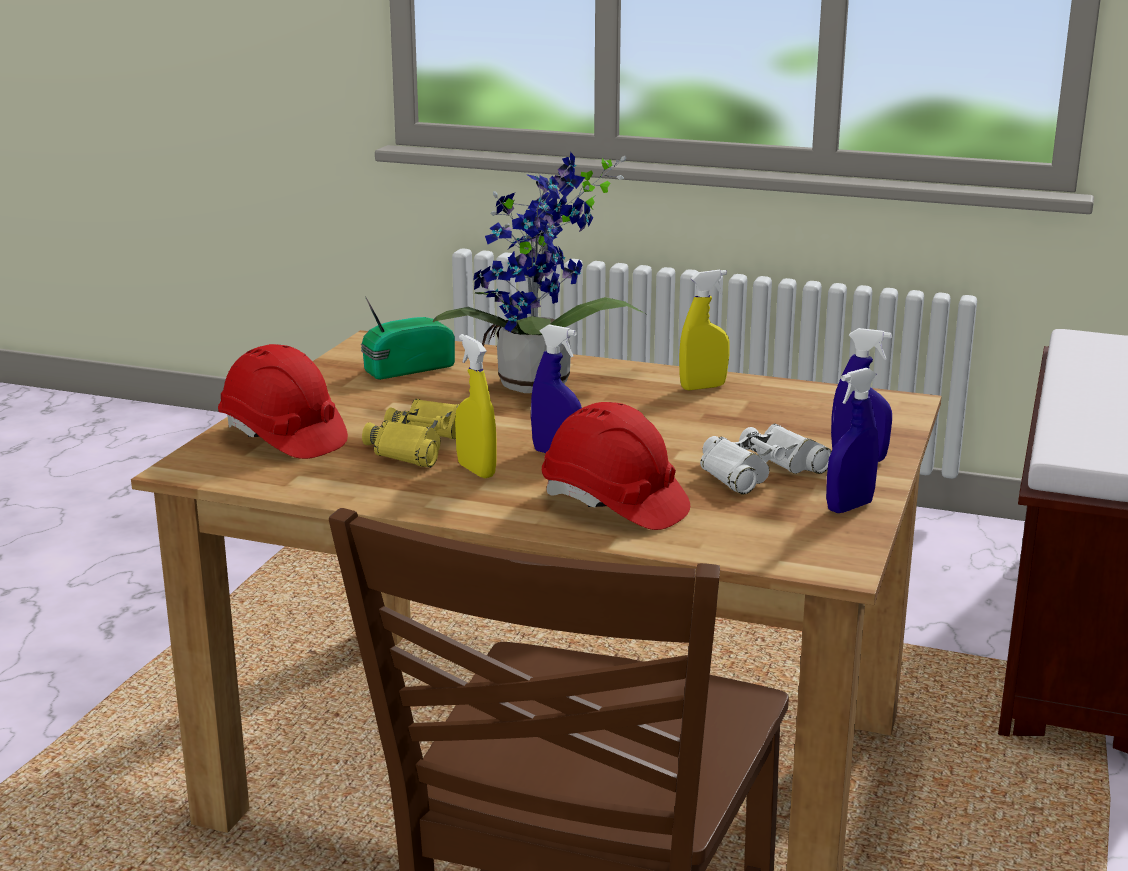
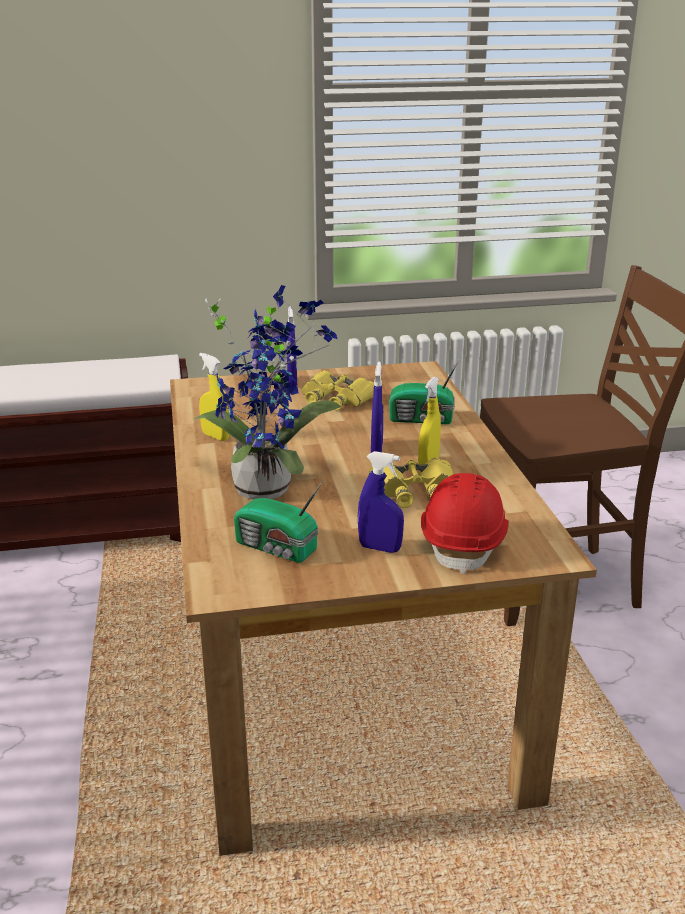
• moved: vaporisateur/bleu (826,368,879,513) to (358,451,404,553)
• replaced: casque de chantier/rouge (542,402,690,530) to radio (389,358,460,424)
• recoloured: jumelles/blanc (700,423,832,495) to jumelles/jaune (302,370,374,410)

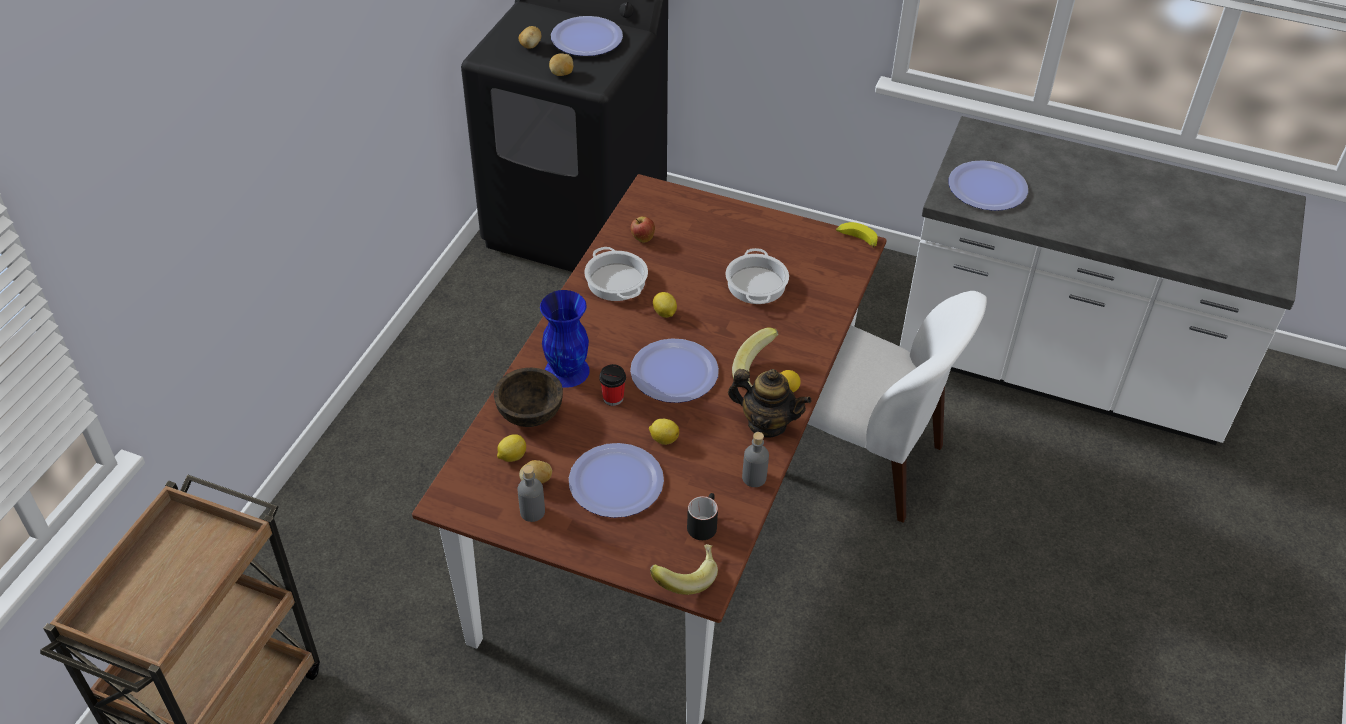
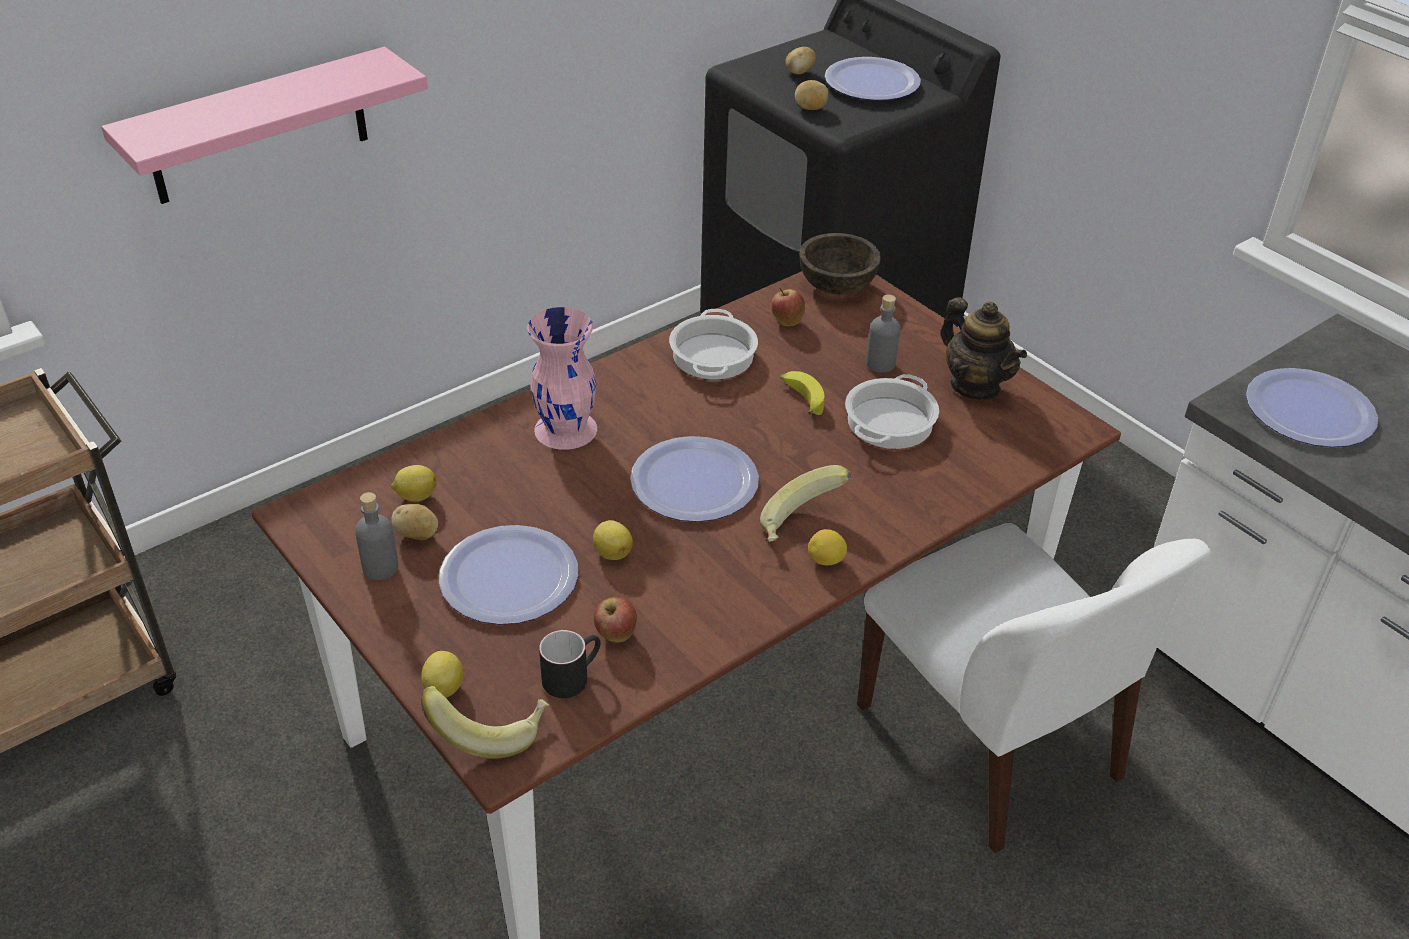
• moved: banane (836,222,878,248) to (780,371,825,415)
• recoloured: vase/bleu (540,290,590,388) to vase/rose (527,307,597,450)
• moved: citron (653,292,677,318) to (421,651,464,697)
• removed: tasse (599,364,626,406)
• moved: bol/marron (494,368,563,427) to (799,233,881,295)
• moved: théière (728,369,812,438) to (941,297,1027,400)
• moved: bouteille/gris (742,432,769,487) to (866,294,901,373)
• added: étagère/rose (101,47,428,204)
• added: pomme (594,597,637,643)

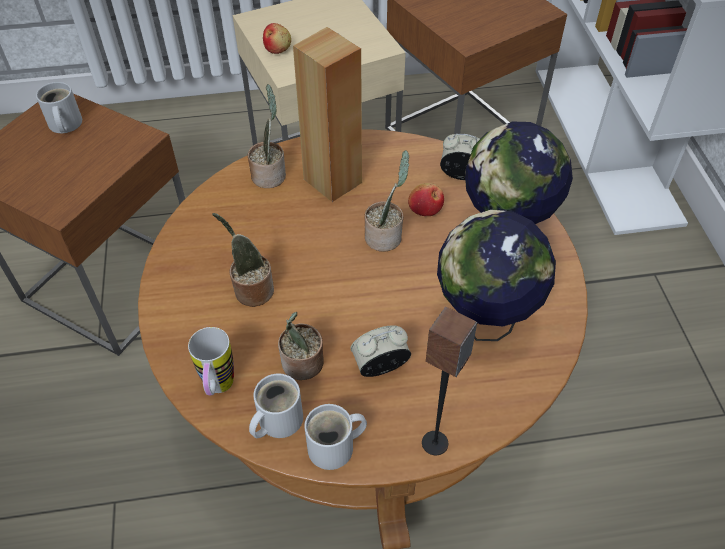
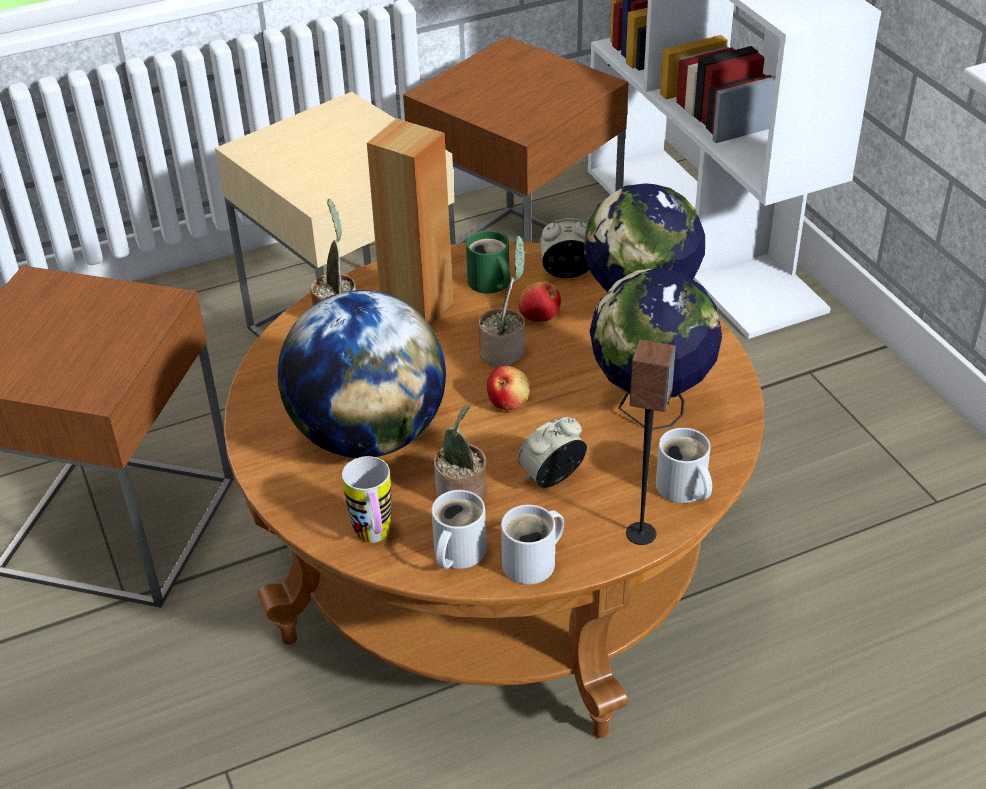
• moved: pomme (263,23,291,54) to (487,365,530,410)
• moved: mug/blanc (36,82,82,133) to (656,428,712,503)
• replaced: plante en pot (212,213,274,307) to globe (278,290,446,458)
• added: mug/vert (466,230,510,294)

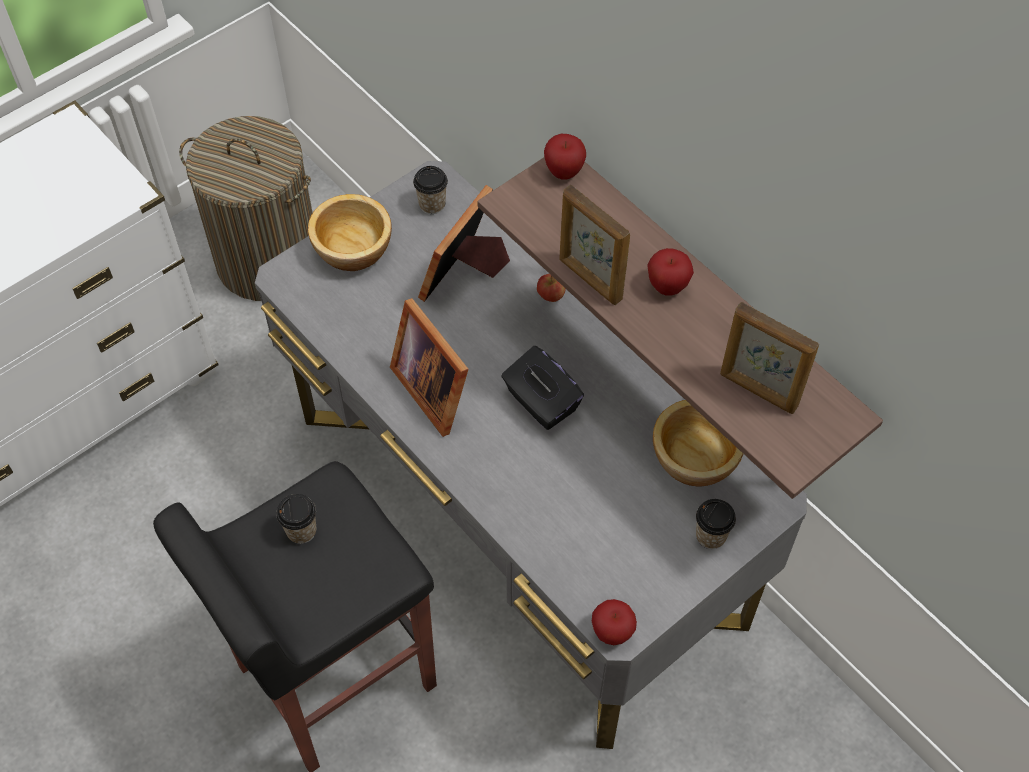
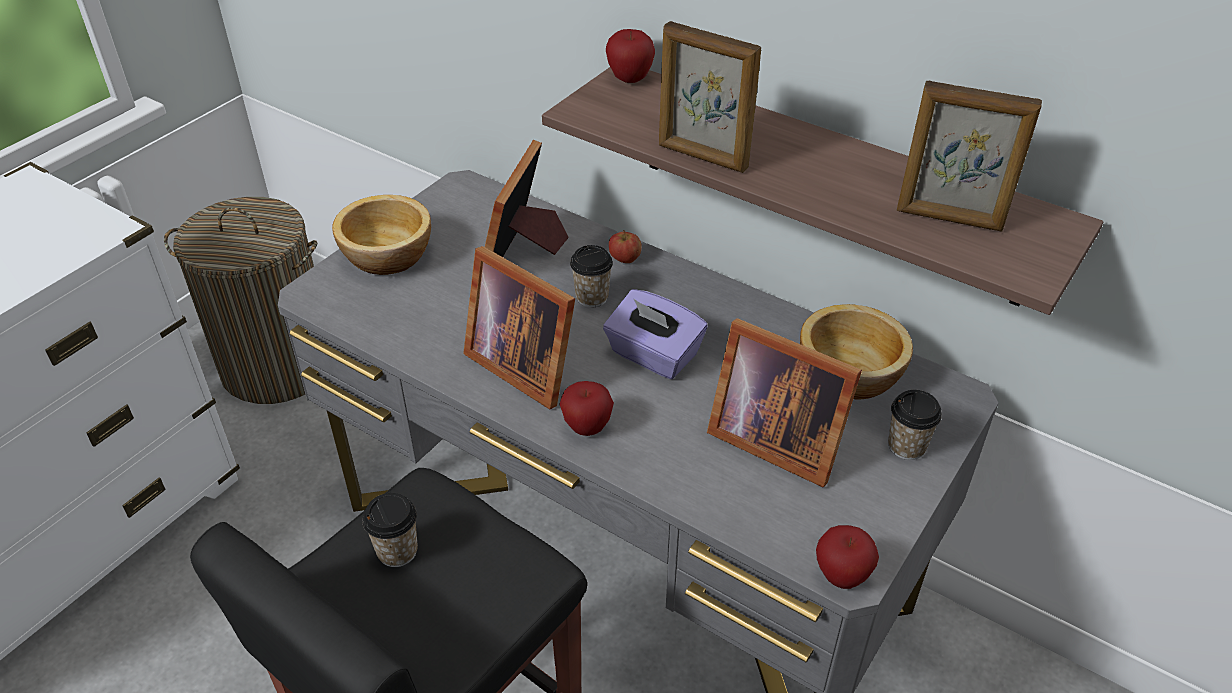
• moved: tasse (413,166,448,214) to (570,245,613,307)
• moved: pomme (647,248,694,296) to (559,381,614,436)
• recoloured: boîte à mouchoirs/noir (501,346,584,430) to boîte à mouchoirs/violet (603,289,708,379)
• added: cadre photo (707,318,862,487)

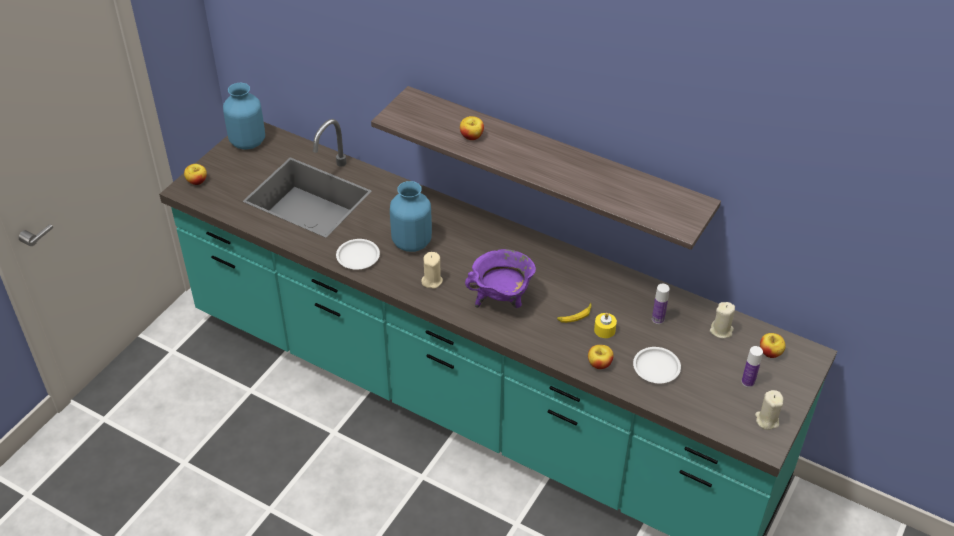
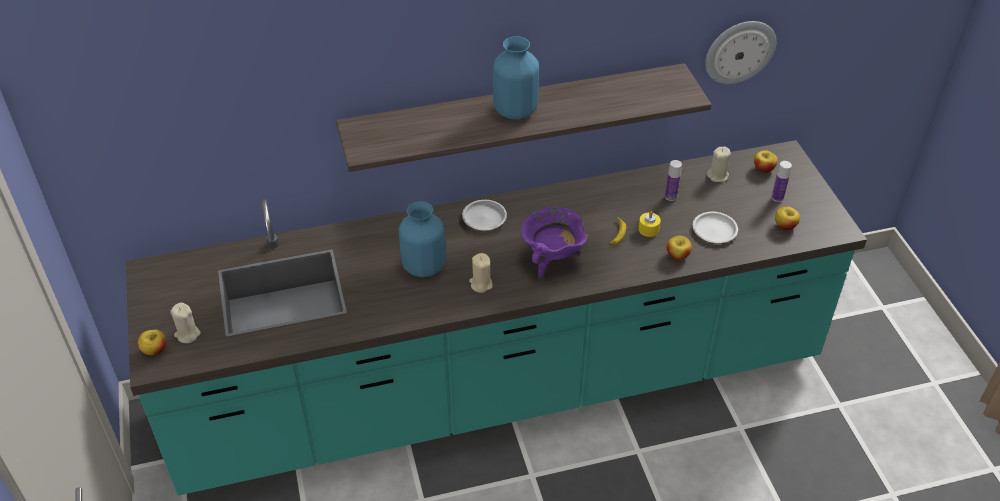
• moved: vase/bleu (223,83,265,150) to (493,36,539,119)
• moved: pomme (460,116,484,140) to (775,206,800,230)
• moved: assiette/blanc (336,239,380,270) to (462,200,507,230)
• moved: bougie/beige (755,390,784,430) to (171,303,201,343)
• added: horloge murale (705,21,776,84)

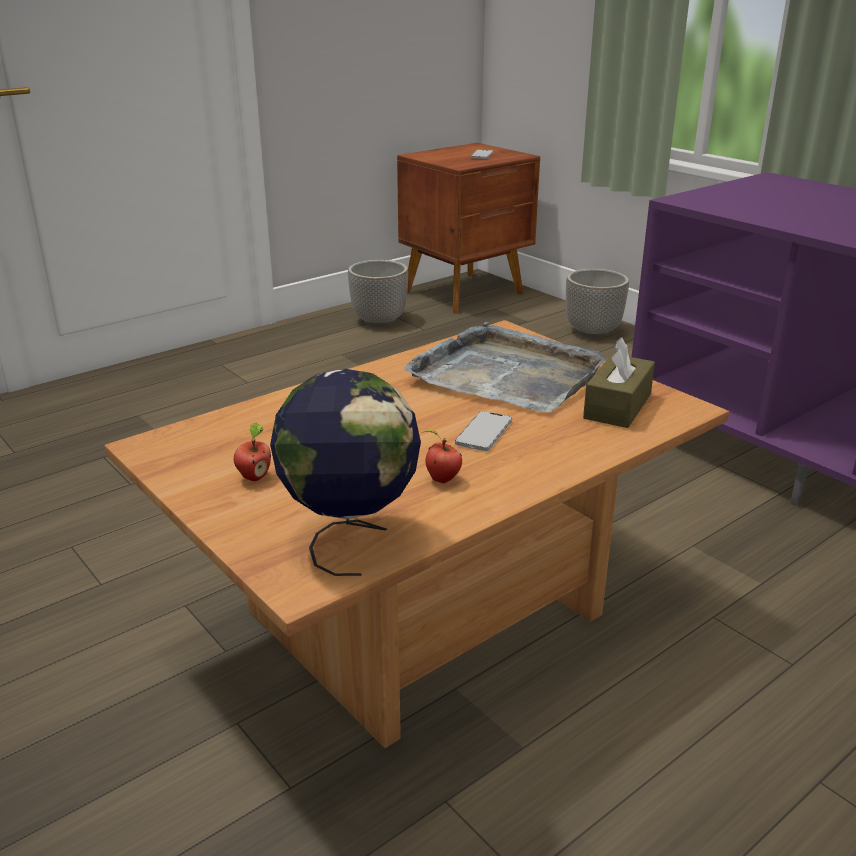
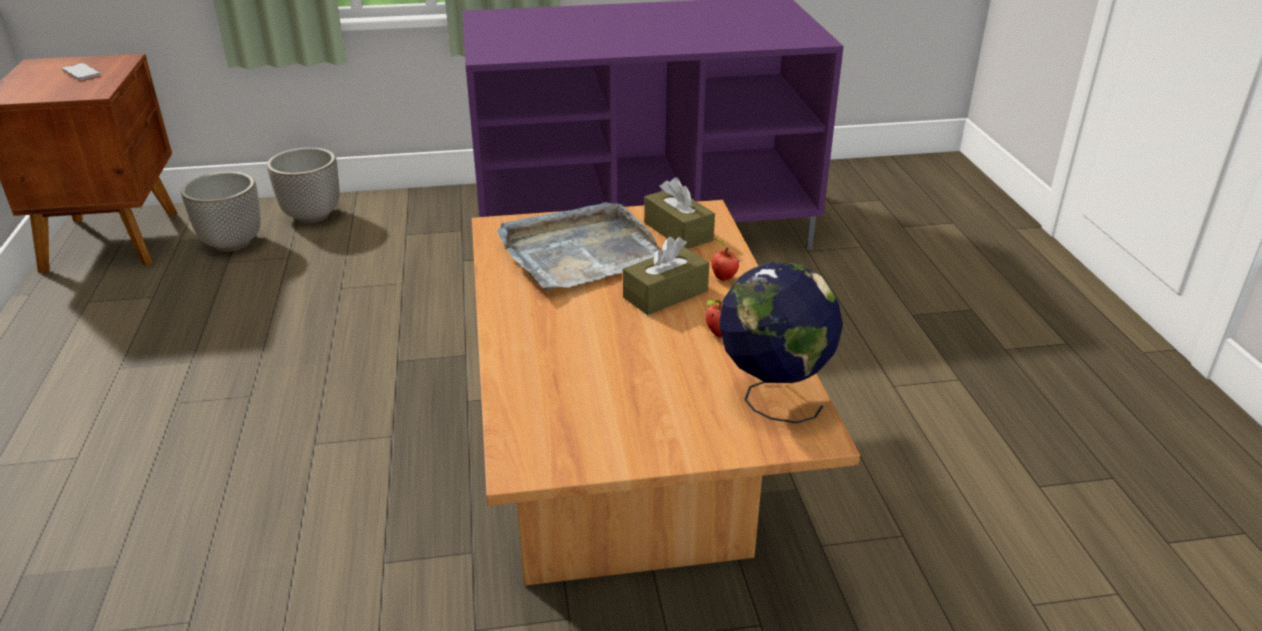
• moved: cache-pot (348,260,408,327) to (181,171,261,252)
• replaced: téléphone (455,411,512,451) to boîte à mouchoirs/marron (623,237,709,315)
• moved: pomme (234,423,271,481) to (711,239,739,281)

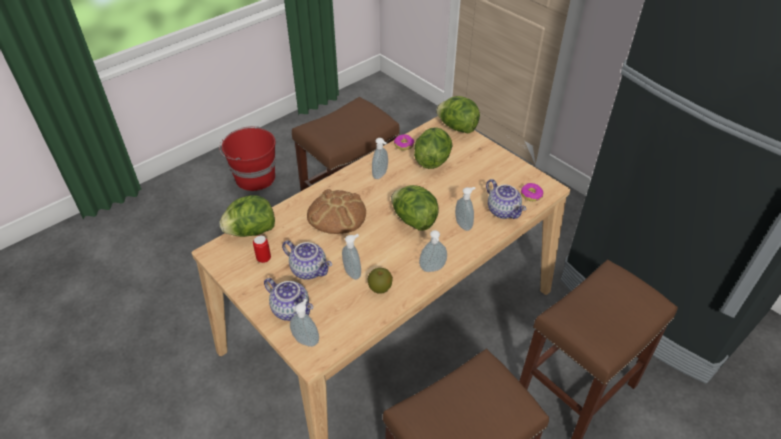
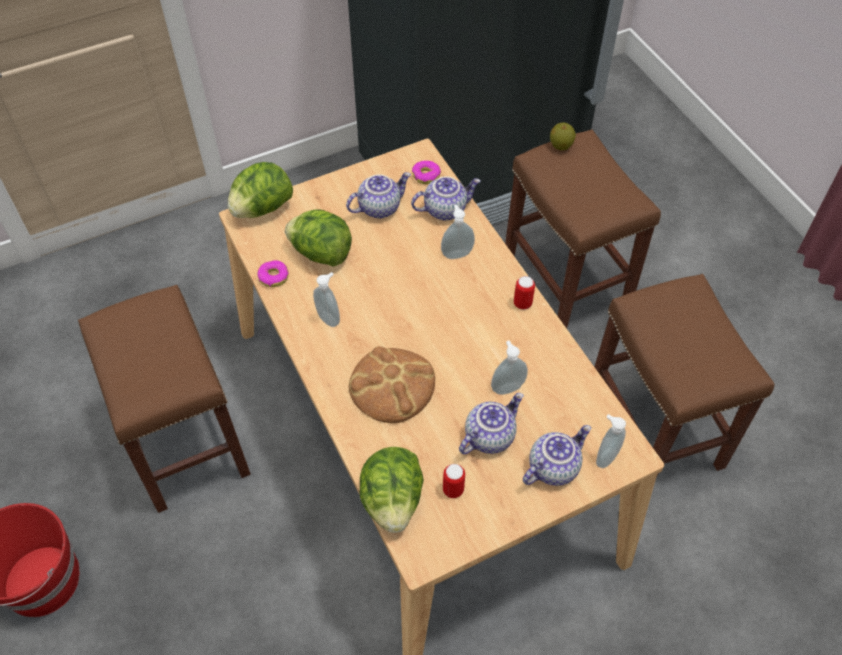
• removed: laitue (391,185,439,231)
• replaced: distributeur de savon (419,230,447,272) to boîte métallique (514,276,535,310)
• moved: pomme (367,268,393,294) to (550,123,576,150)
• added: théière (346,172,411,218)

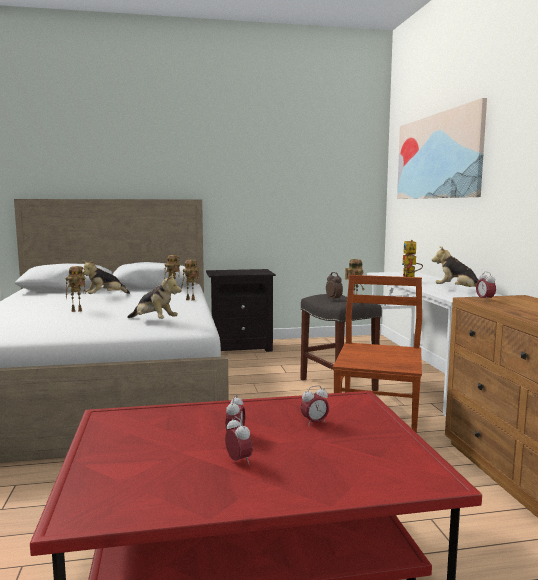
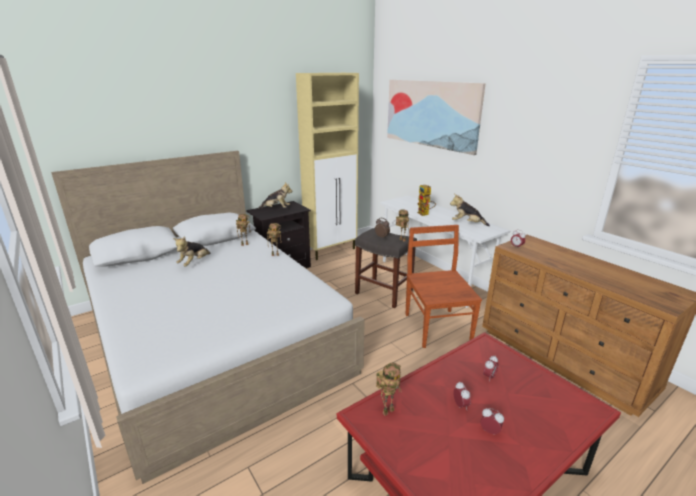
• moved: robot jouet (66,266,86,312) to (376,363,402,416)
• moved: peluche (127,273,182,319) to (258,182,293,209)
• added: meuble de rangement/beige (296,73,359,260)

